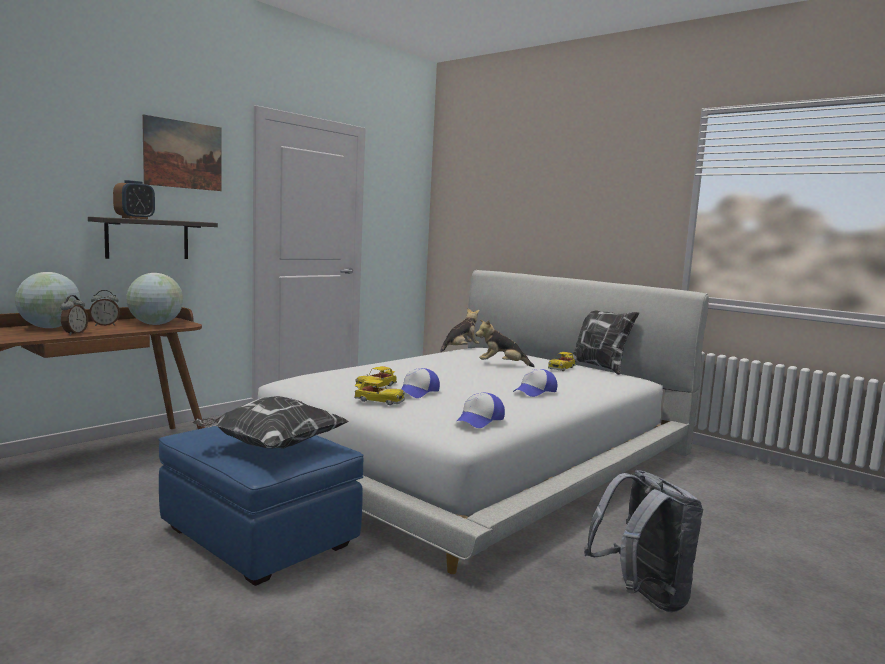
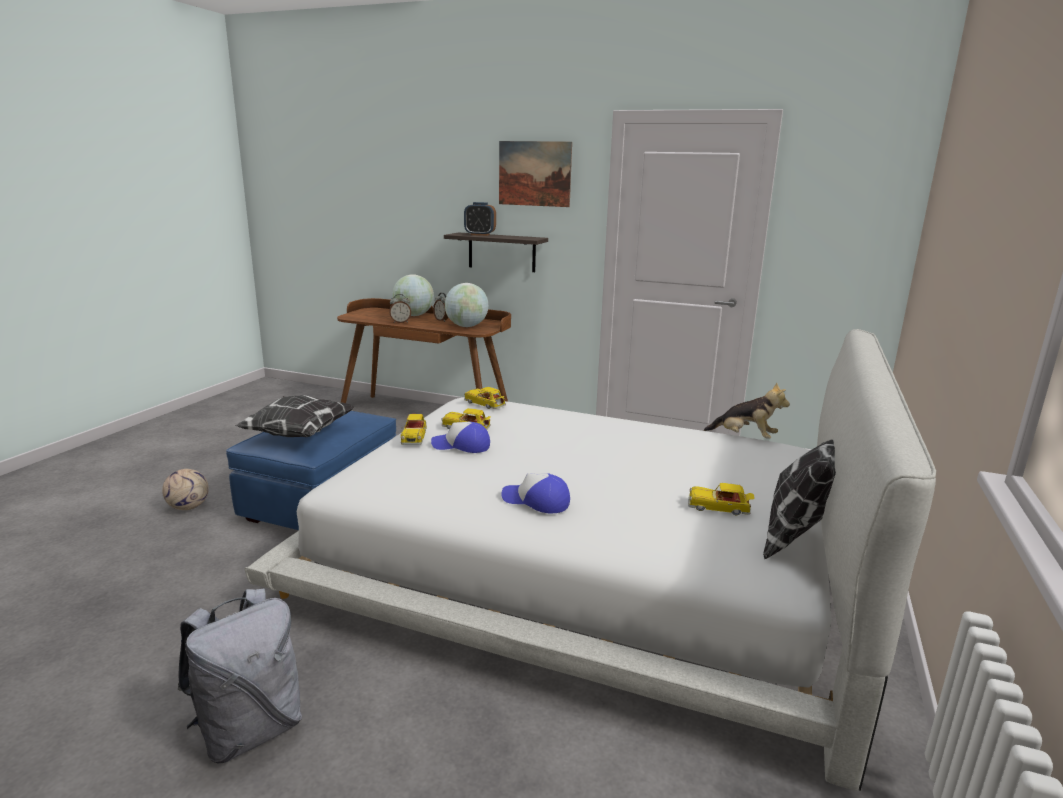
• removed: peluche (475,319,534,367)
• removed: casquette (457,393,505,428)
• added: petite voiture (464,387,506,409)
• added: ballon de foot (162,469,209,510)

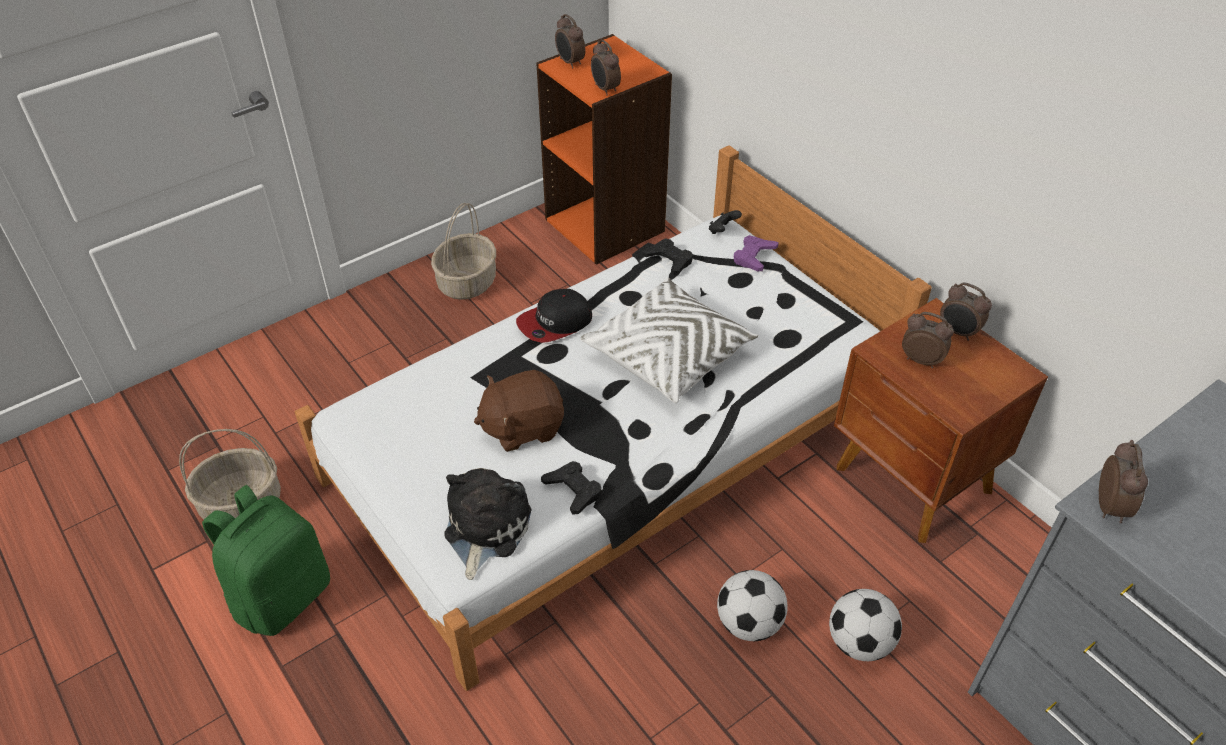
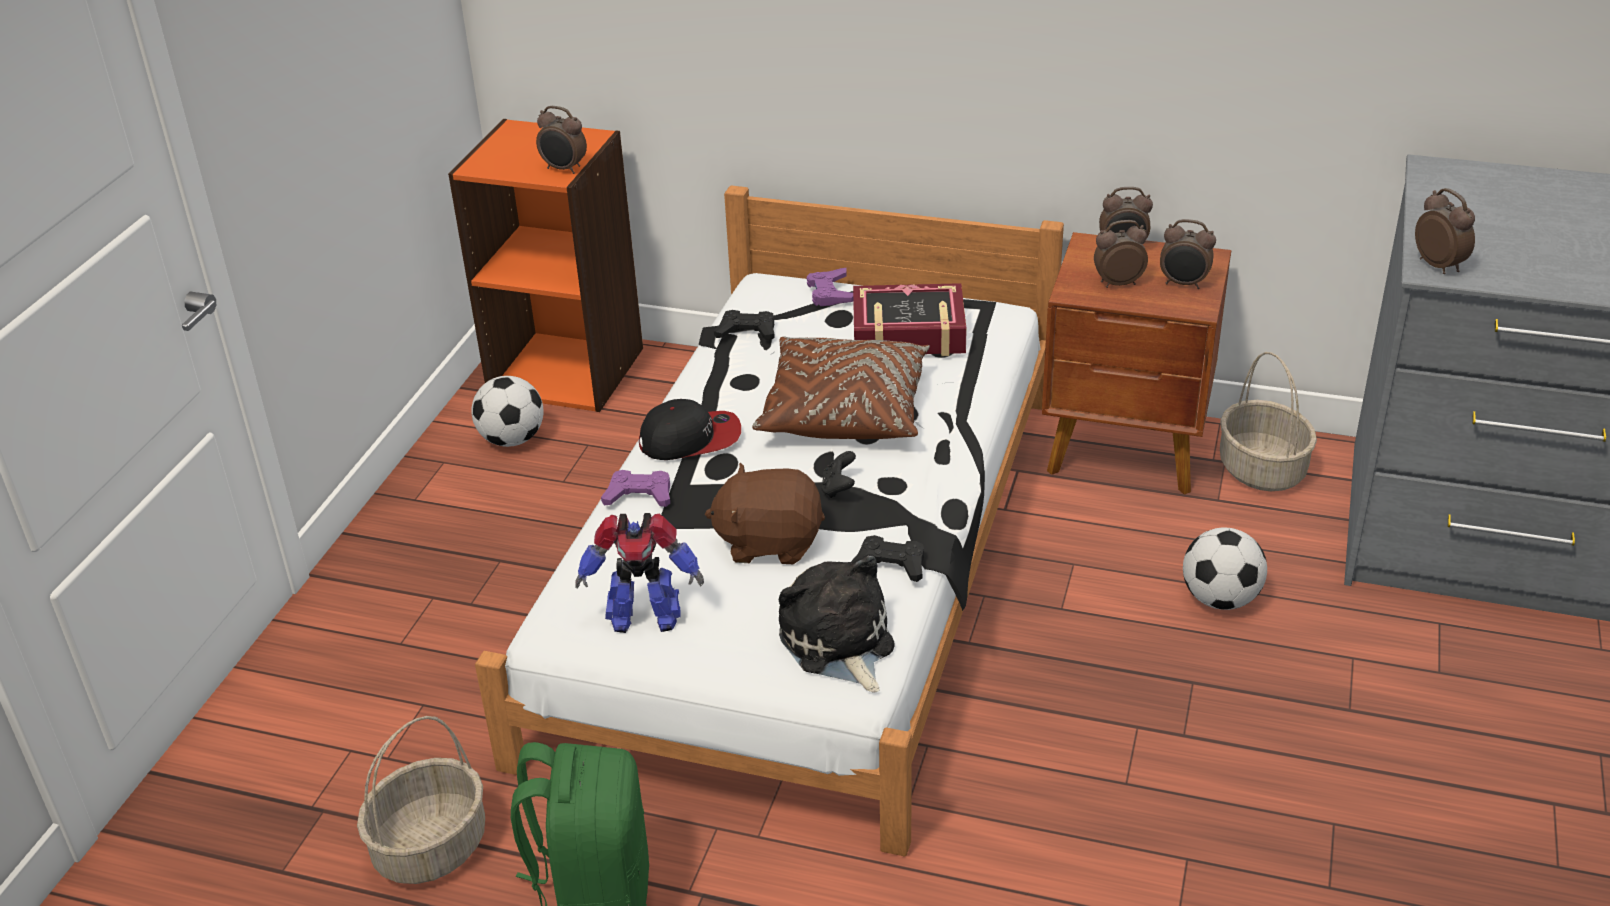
• moved: réveil (555,14,586,69) to (1160,219,1216,289)
• moved: panier (431,203,496,300) to (1220,352,1317,491)
• moved: manette/noir (709,210,742,234) to (822,451,856,498)
• recoloured: coussin/blanc (580,278,758,403) to coussin/marron (752,336,930,439)
• turned: casquette (516,289,592,343) = (639,399,741,460) 120 degrees counterclockwise
• turned: peluche/marron (474,370,564,452) = (705,463,825,564) 60 degrees clockwise
• moved: ballon de foot (717,570,788,641) to (471,376,543,447)
• added: livre (853,283,967,356)
• added: manette/violet (601,470,670,507)
• added: robot jouet (575,513,704,633)

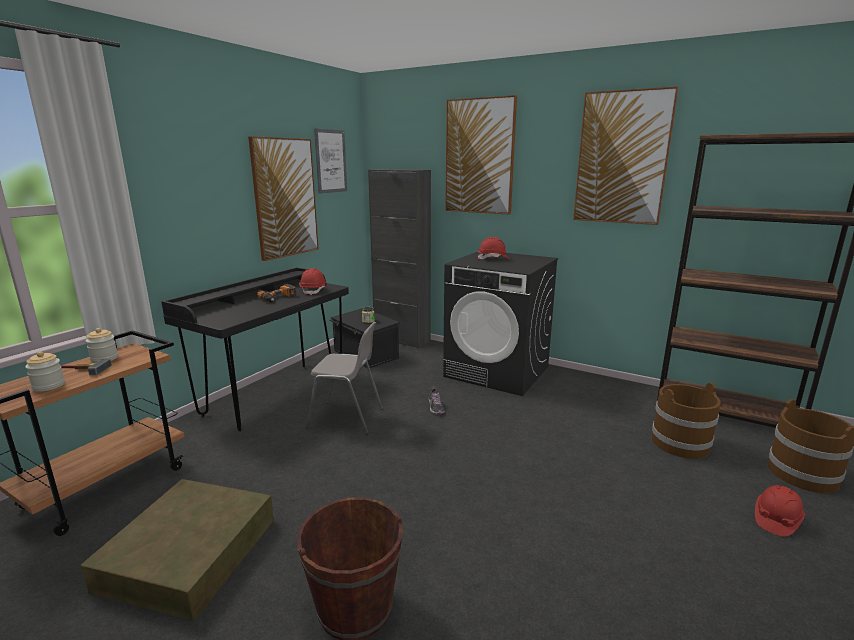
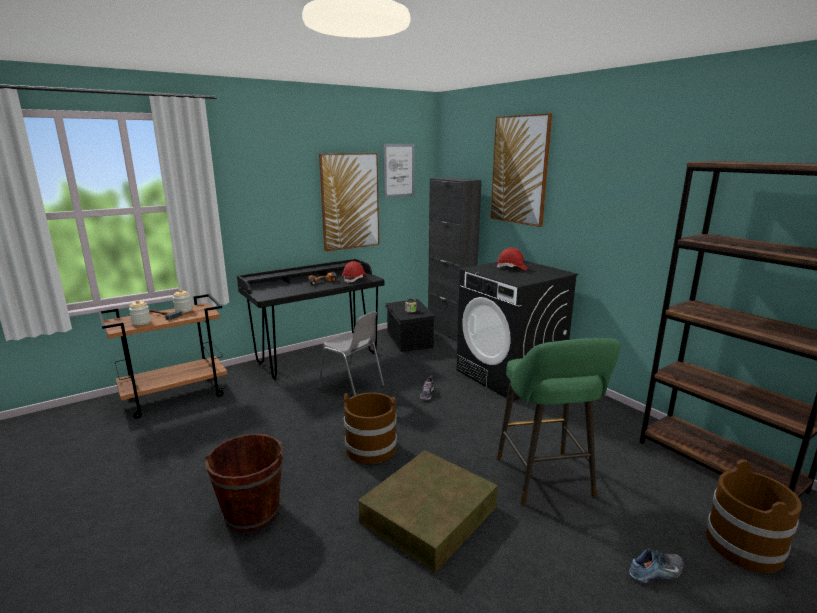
• removed: tableau (573,86,679,225)
• moved: seau/marron (652,382,721,459) to (344,392,397,464)
• moved: boîte de rangement/marron (81,479,274,621) to (358,450,498,573)
• replaced: casque de chantier/rouge (755,485,805,537) to chaussure (629,548,684,583)
• added: tabouret/vert (497,338,621,505)

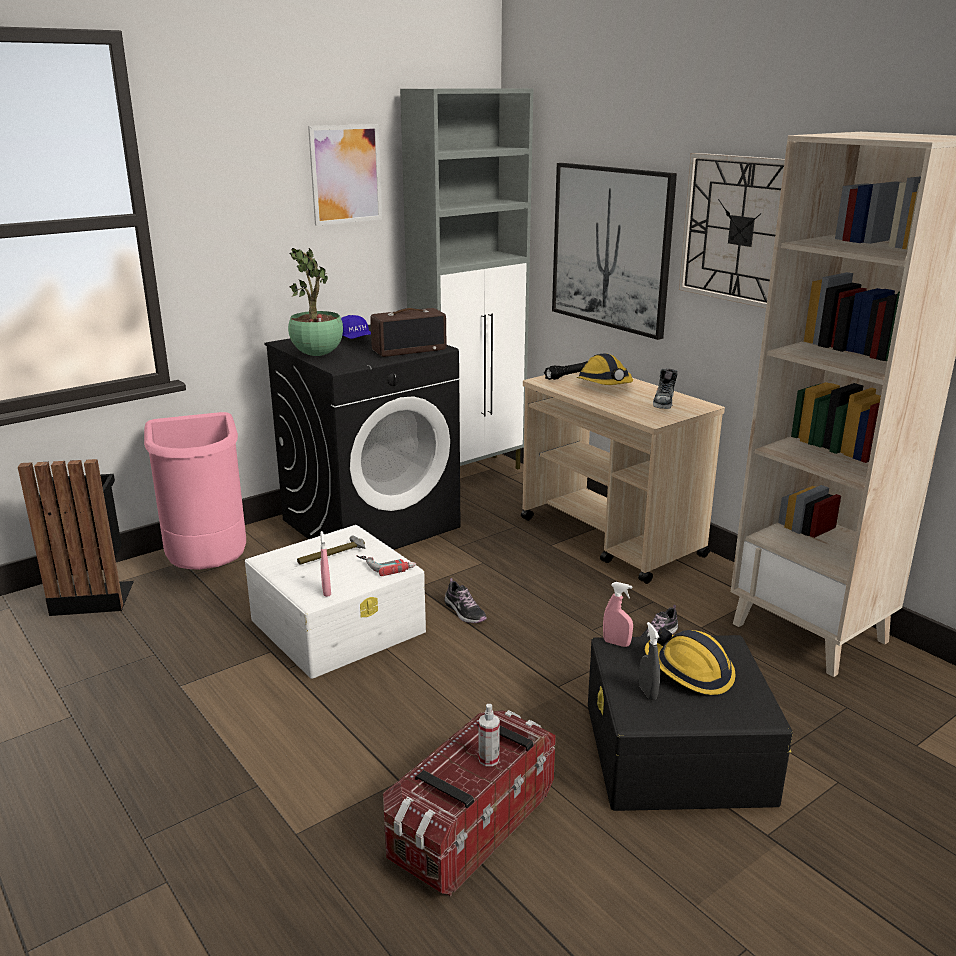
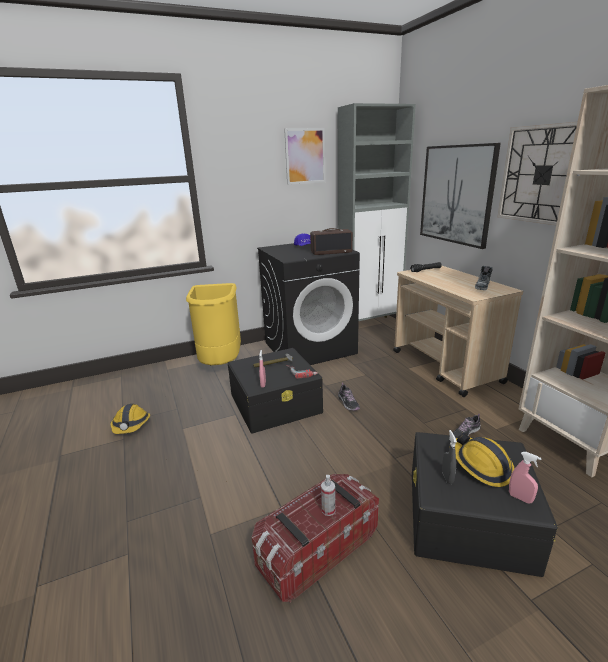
• removed: plante en pot (288,248,343,356)
• moved: casque de chantier (576,354,633,385) to (110,404,150,434)
• recoloured: poubelle/rose (144,412,246,570) to poubelle/jaune (186,283,241,365)
• removed: poubelle/noir (18,459,134,616)
• recoloured: boîte de rangement/blanc (245,525,426,679) to boîte de rangement/noir (228,348,323,433)
• moved: vaporisateur/rose (603,582,633,647) to (509,452,541,503)

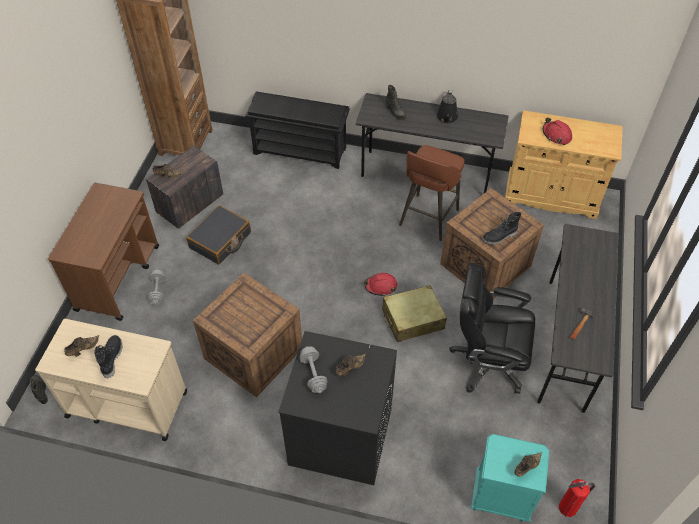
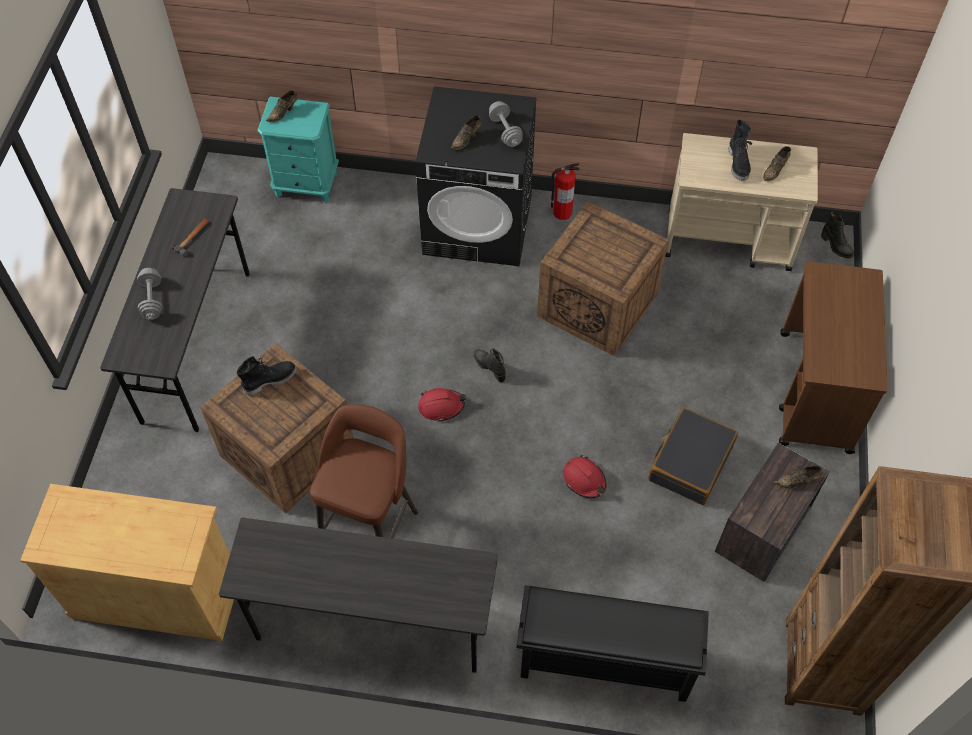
• moved: botte/noir (386,85,406,120) to (474,348,506,382)
• removed: arrosoir/noir (437,90,458,124)
• moved: casque de chantier/rouge (543,118,572,145) to (563,455,606,498)
• removed: chaise de bureau/noir (449,263,535,394)
• moved: haltère/gris (148,270,165,305) to (137,268,163,320)
• removed: valise/beige (382,285,447,342)
• moved: extincteur (559,479,595,517) to (551,163,579,220)

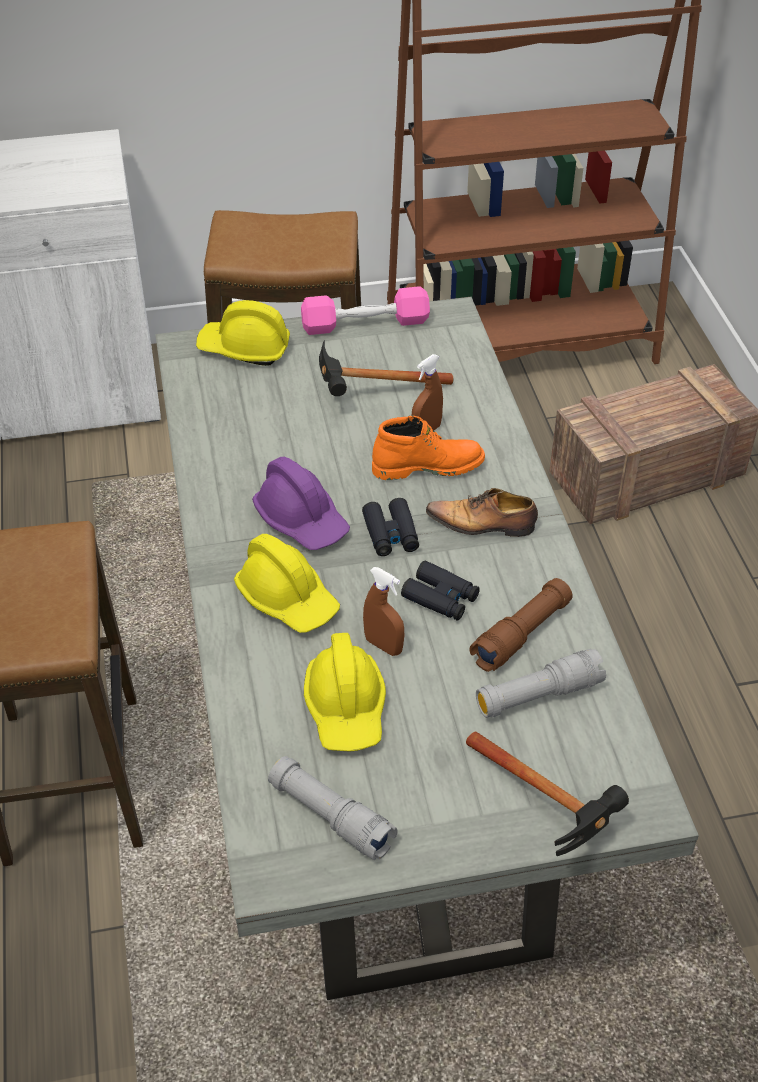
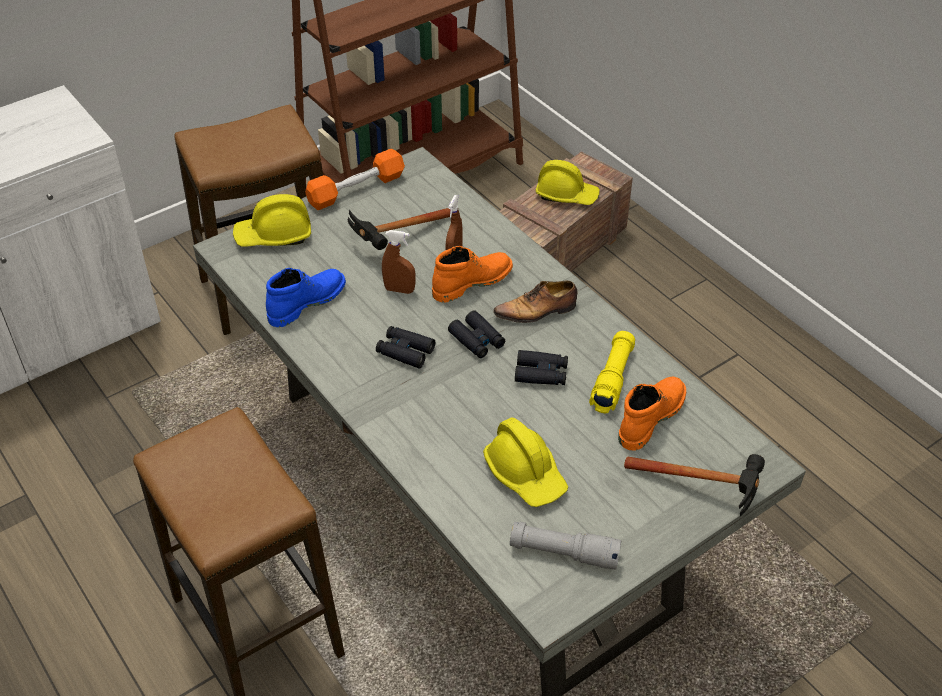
• recoloured: haltère/rose (301,286,430,335) to haltère/orange (305,149,405,210)
• replaced: casque de chantier/violet (252,457,350,550) to jumelles/noir (376,326,435,368)
• moved: casque de chantier/jaune (234,534,340,633) to (535,160,600,205)
• moved: vaporisateur/marron (363,567,404,656) to (382,230,415,294)
• recoloured: lampe de poche/marron (470,578,572,672) to lampe de poche/jaune (589,331,635,413)
• replaced: lampe de poche/gris (476,649,606,718) to botte/orange (618,377,686,451)
• added: botte/bleu (266,268,346,327)

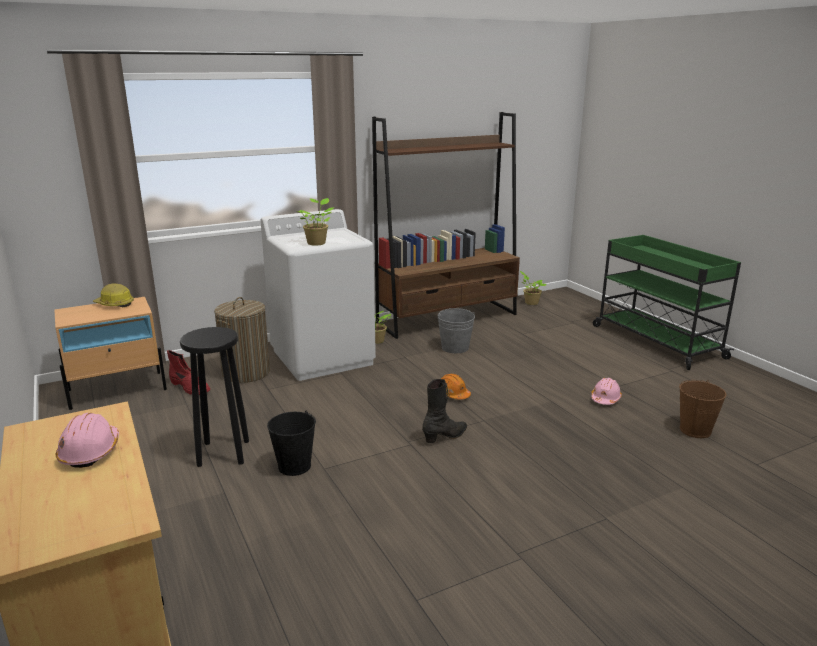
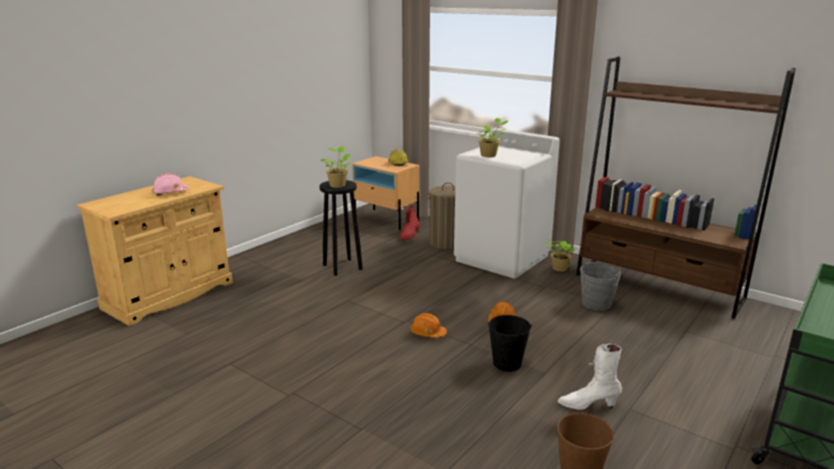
• moved: plante en pot (520,271,547,305) to (321,146,350,188)
• replaced: casque de chantier/rose (591,378,622,405) to botte/blanc (558,344,622,410)
• replaced: botte/noir (422,379,467,443) to casque de chantier/orange (410,313,447,338)
• moved: seau/noir (267,411,316,476) to (488,315,532,371)

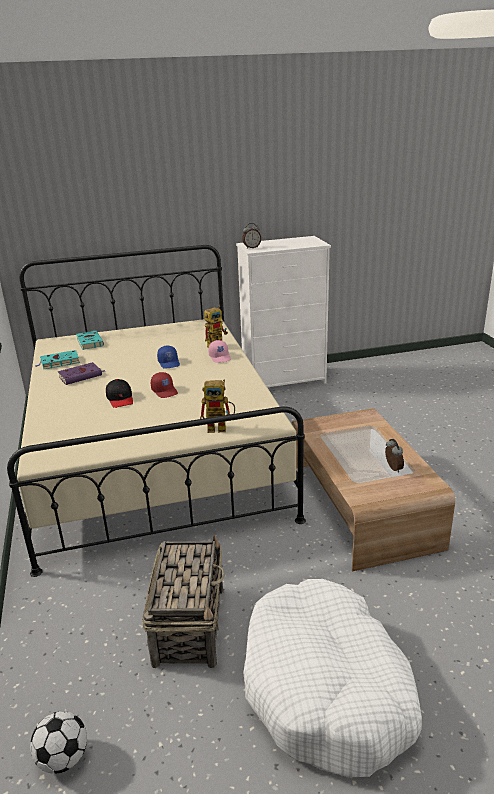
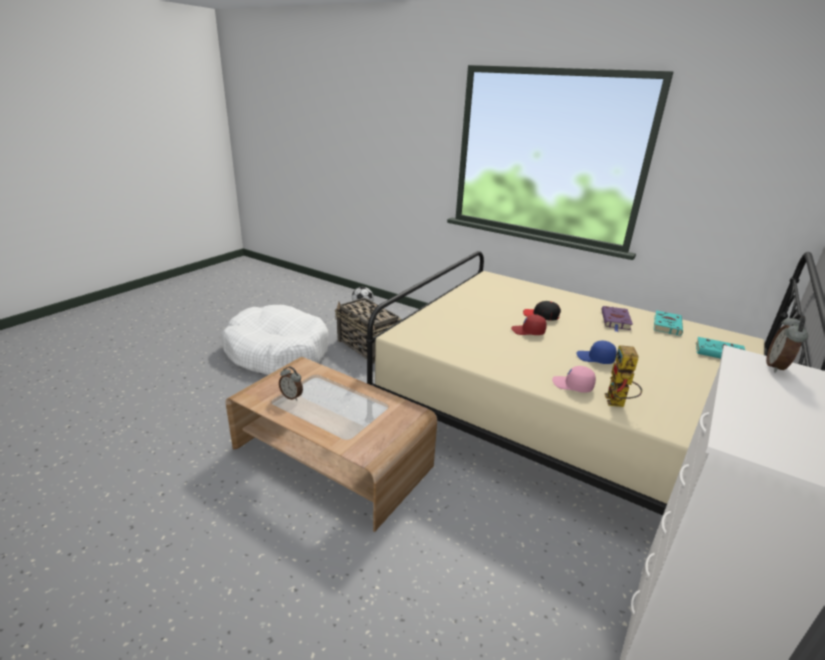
• removed: robot jouet (200,380,235,433)

